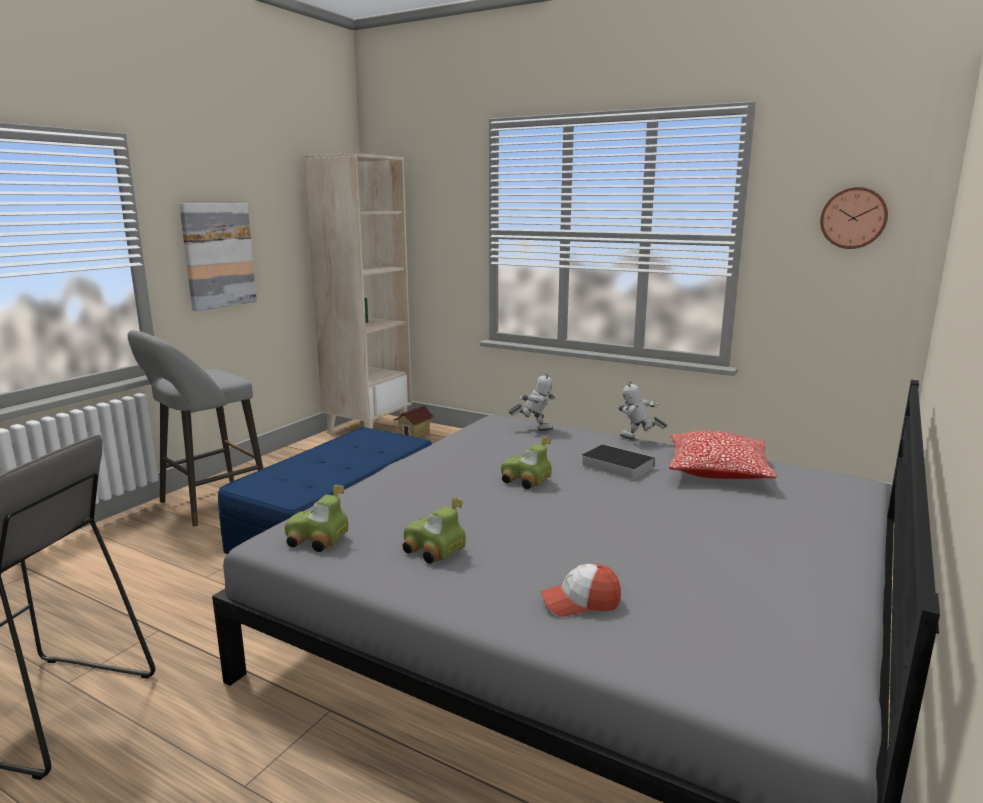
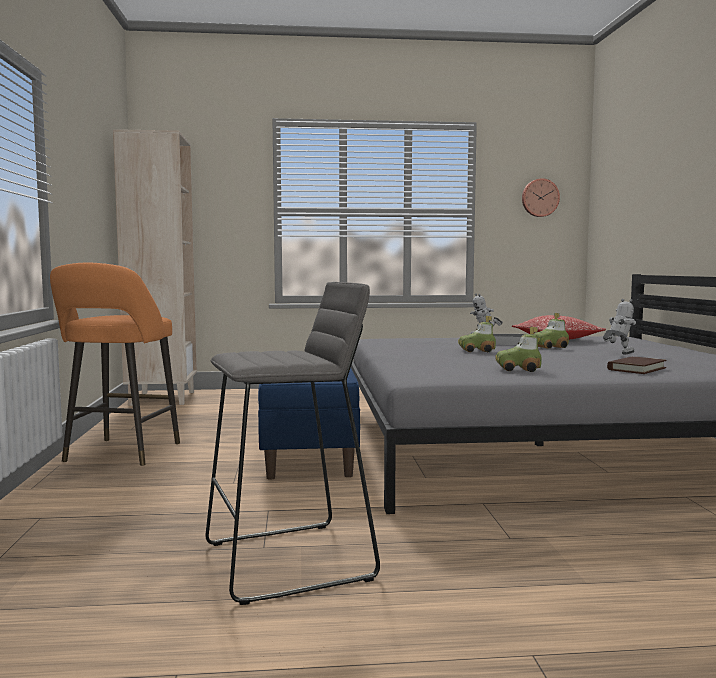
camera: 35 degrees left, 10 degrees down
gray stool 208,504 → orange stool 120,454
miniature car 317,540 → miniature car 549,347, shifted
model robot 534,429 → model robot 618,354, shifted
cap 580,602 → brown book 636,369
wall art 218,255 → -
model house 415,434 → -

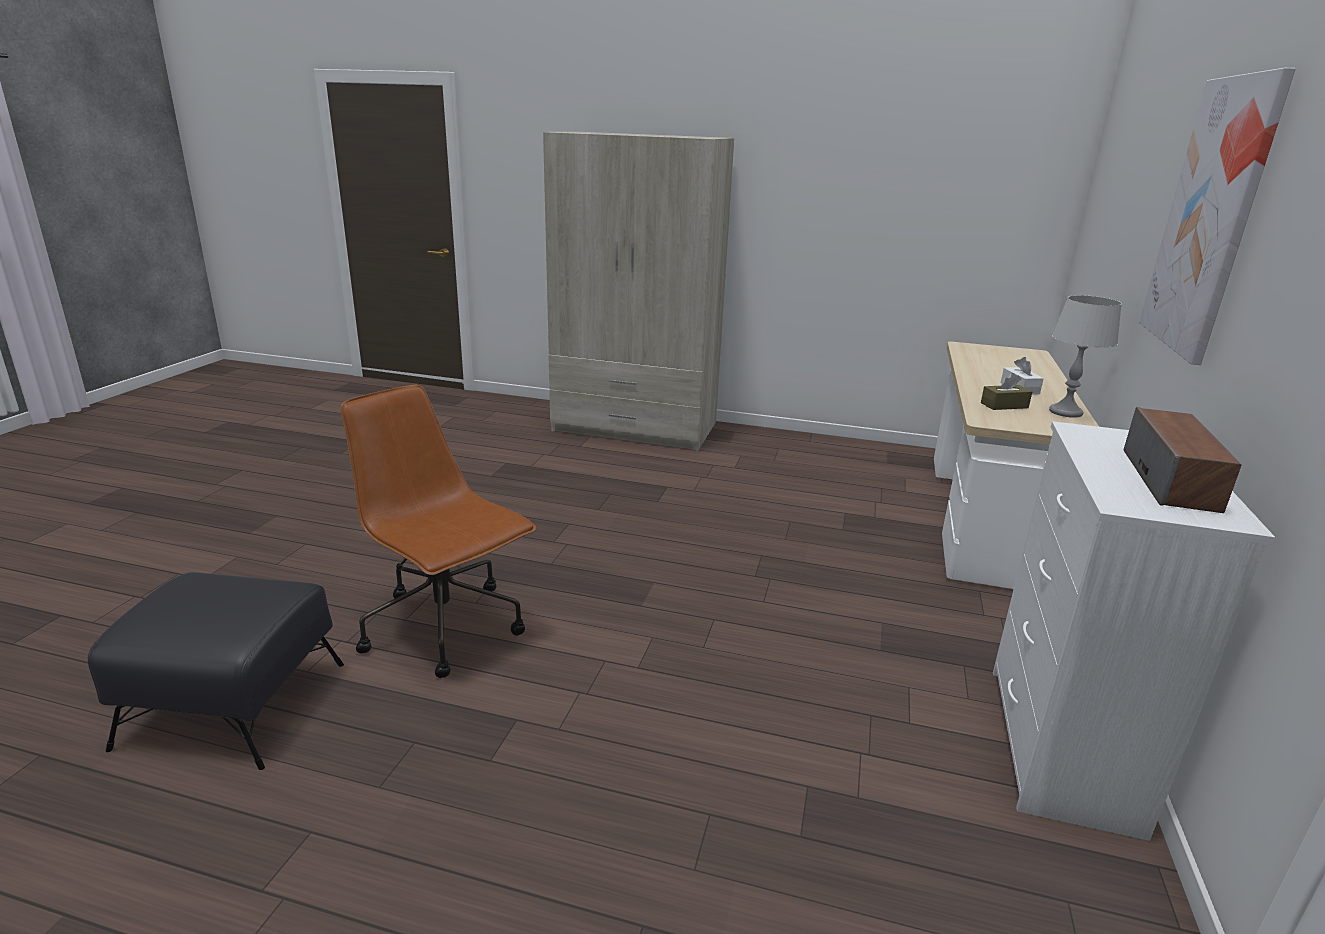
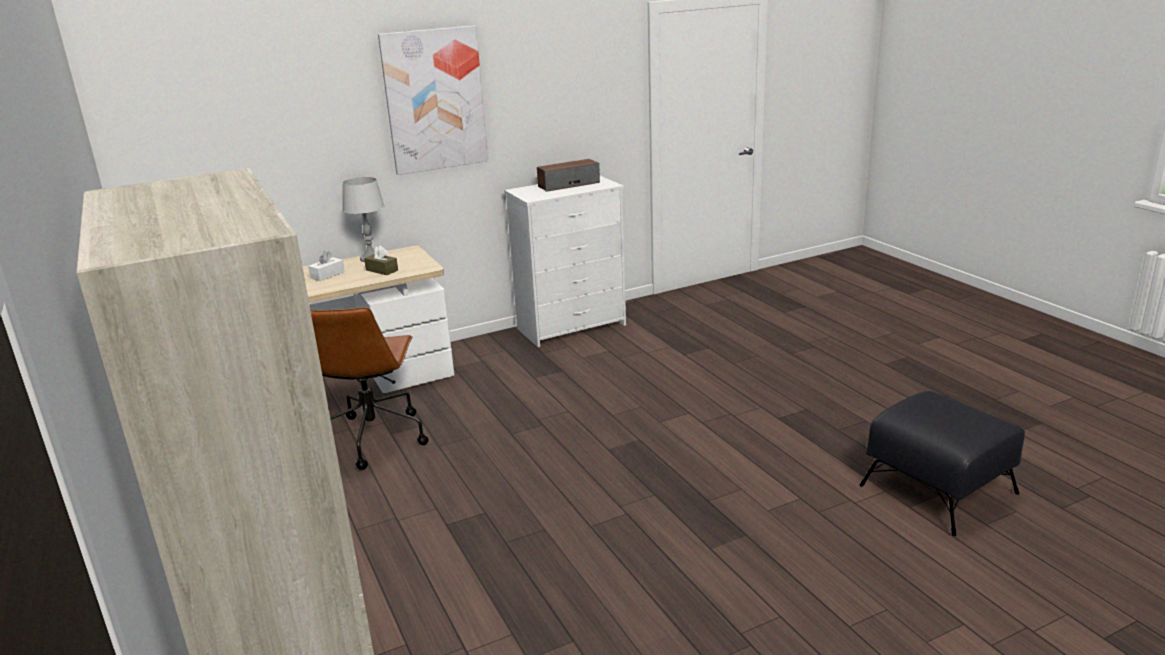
camera: 130 degrees left, 0 degrees up
brown office chair 446,628 → brown office chair 373,437, shifted

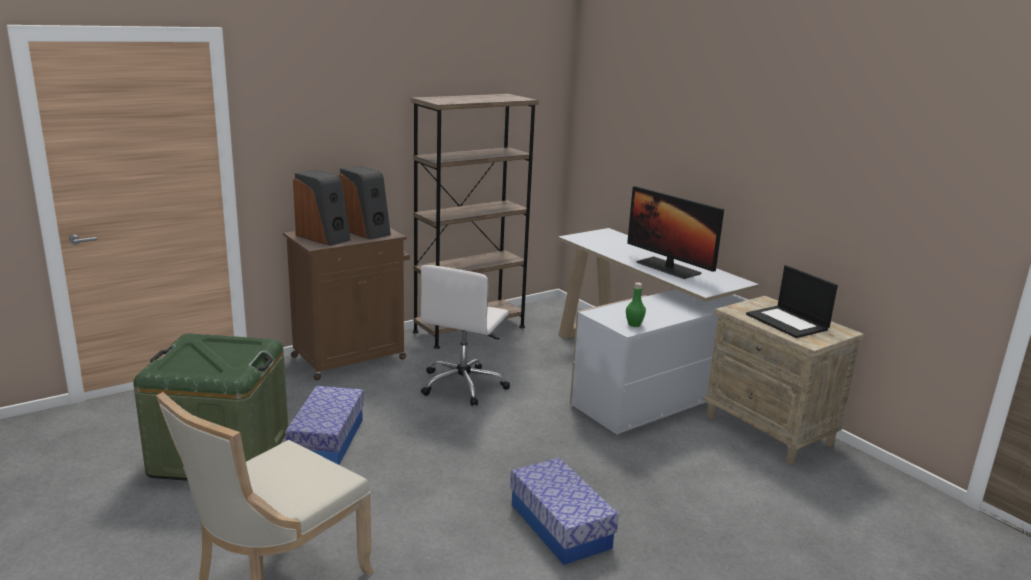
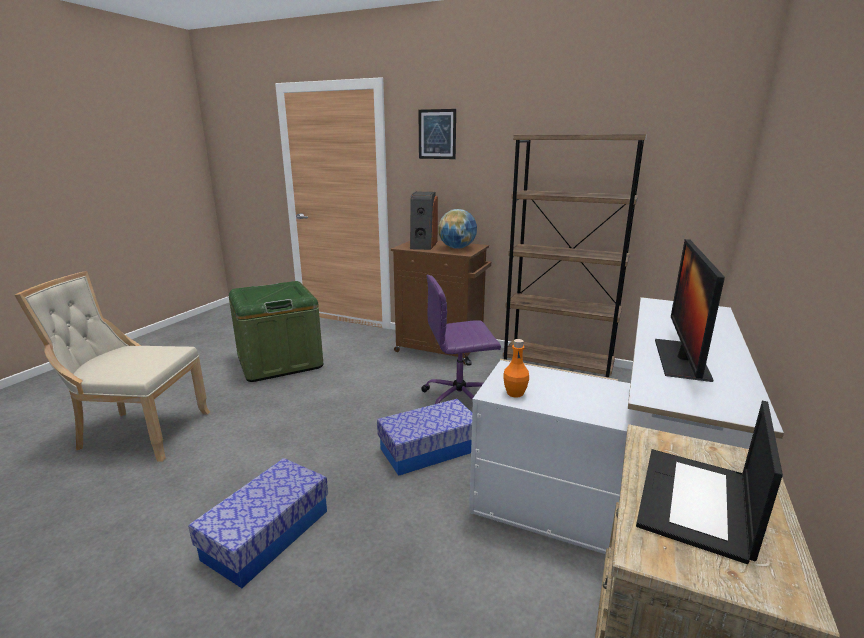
camera: 60 degrees right, 0 degrees up
storage box 327,440 → storage box 429,449, shifted
- → wall art 437,134
whitish office chair 463,385 → purple office chair 460,400
audio speaker 365,231 → globe 457,248
green drink bottle 634,324 → orange drink bottle 515,393

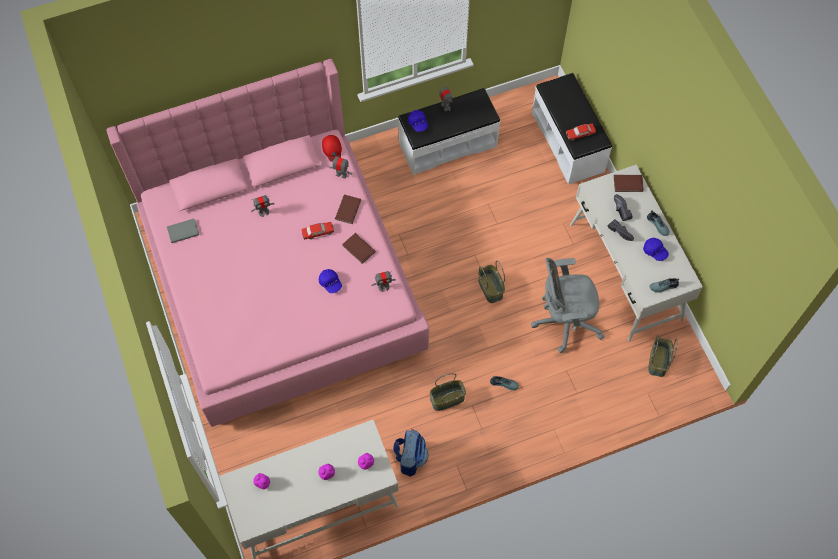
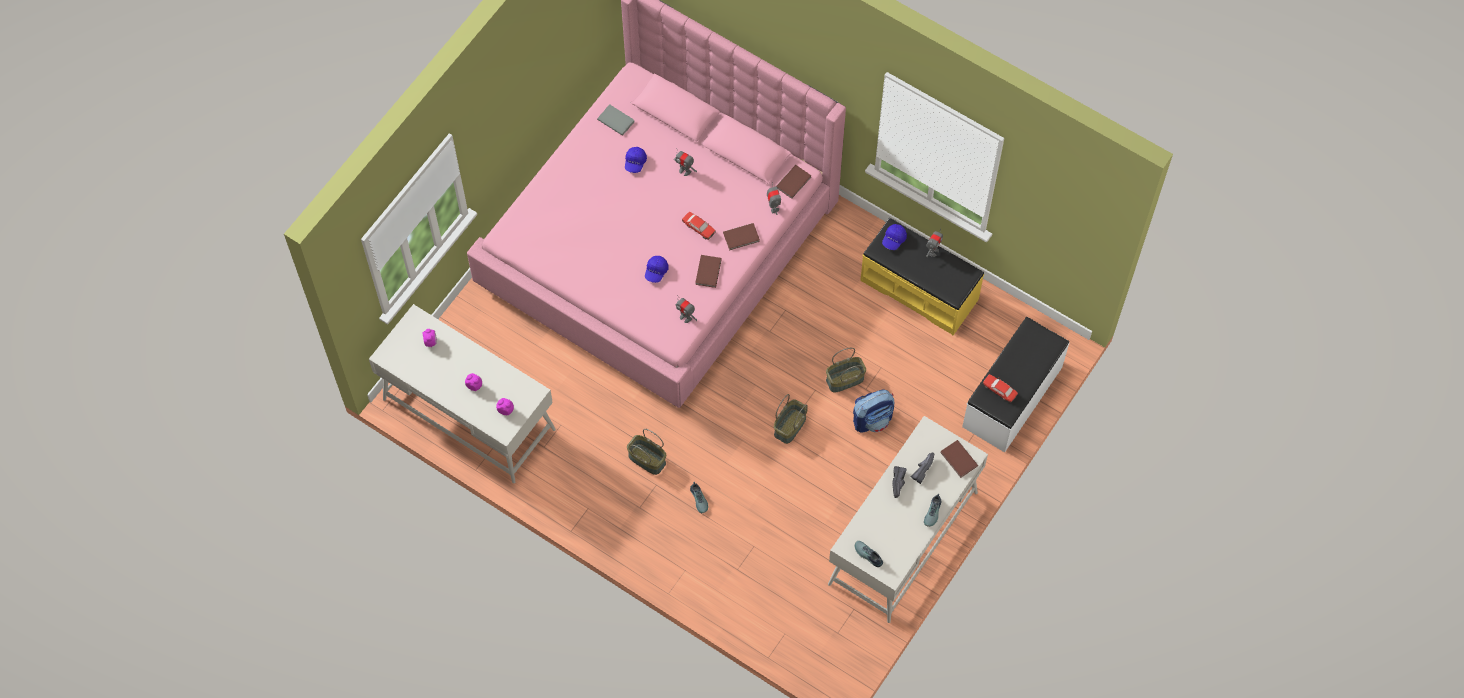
camera: 55 degrees right, 0 degrees up
blue cap 655,251 → blue cap 635,162, shifted
reddish cap 332,149 → brown book 794,182
household basket 658,361 → household basket 845,380, shifted
knapsack 410,457 → knapsack 872,419, shifted
whitish indoor bench 447,144 → yellow-coloured indoor bench 919,289
gray office chair 563,322 → -

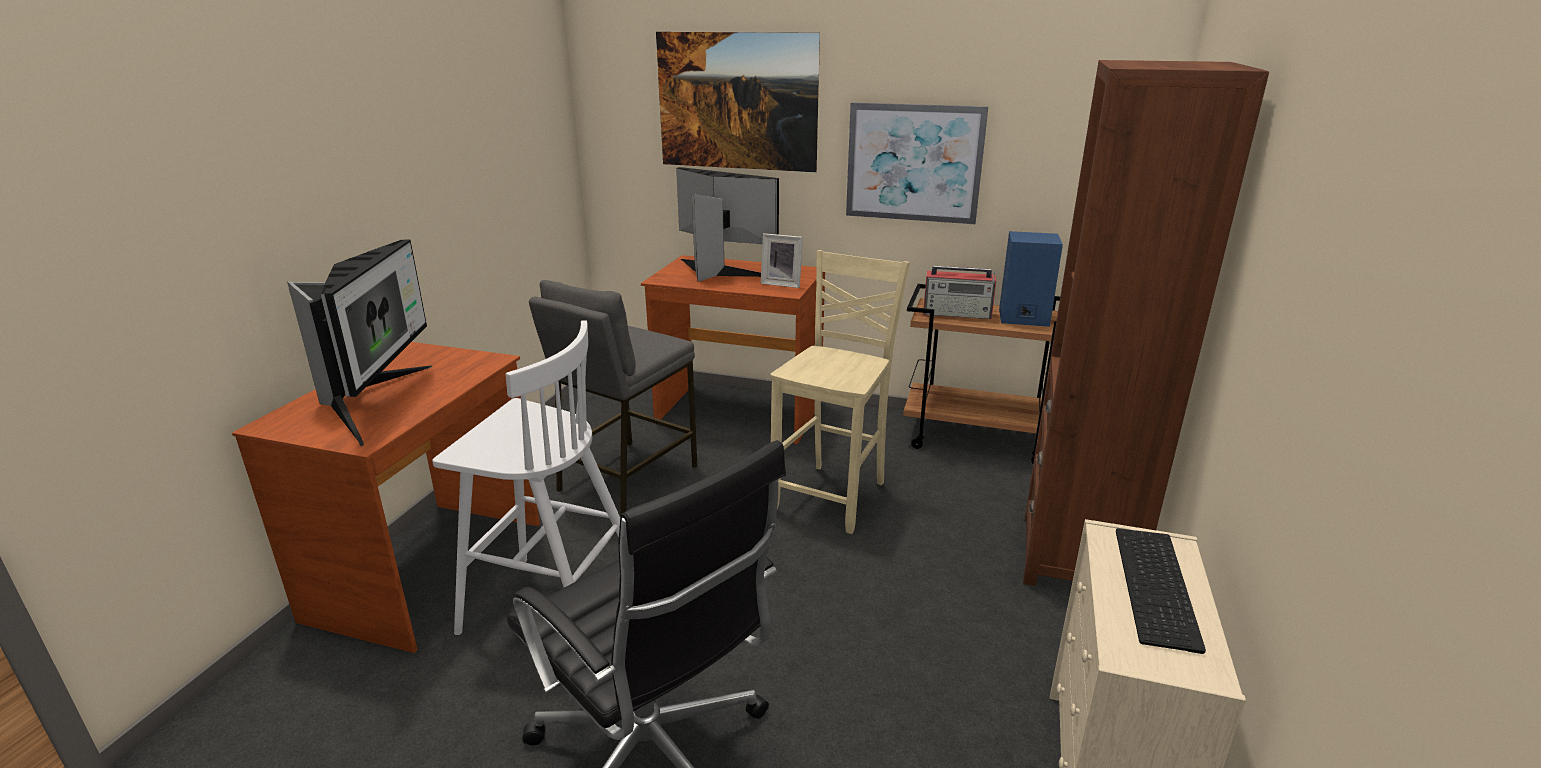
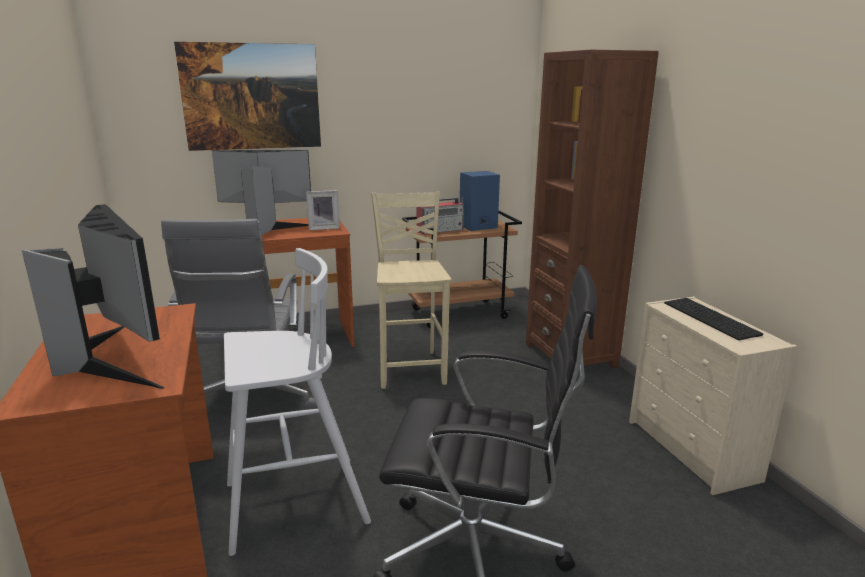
camera: 35 degrees left, 5 degrees down
gray stool 626,478 → gray office chair 251,403
wall art 914,163 → -

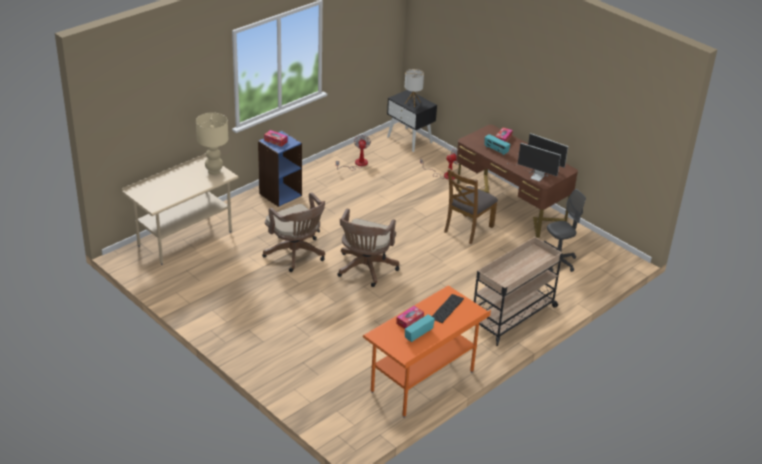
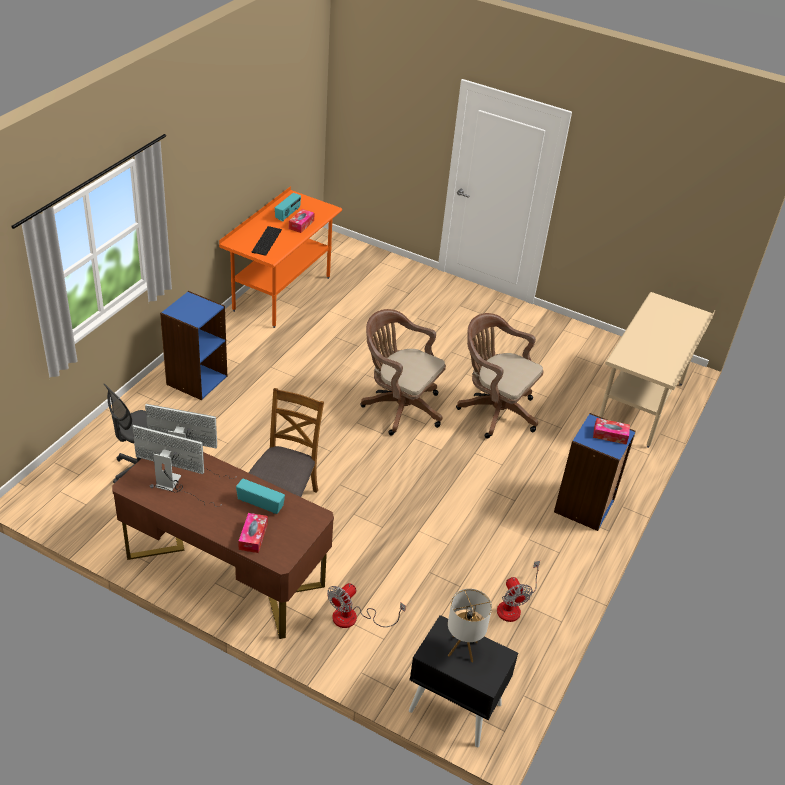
camera: 160 degrees right, 5 degrees up
beige wheeled cart 513,316 → blue shelving unit 196,380
brown office chair 365,269 → brown office chair 399,407, 60 degrees counterclockwise
beige tabletop lamp 214,171 → -

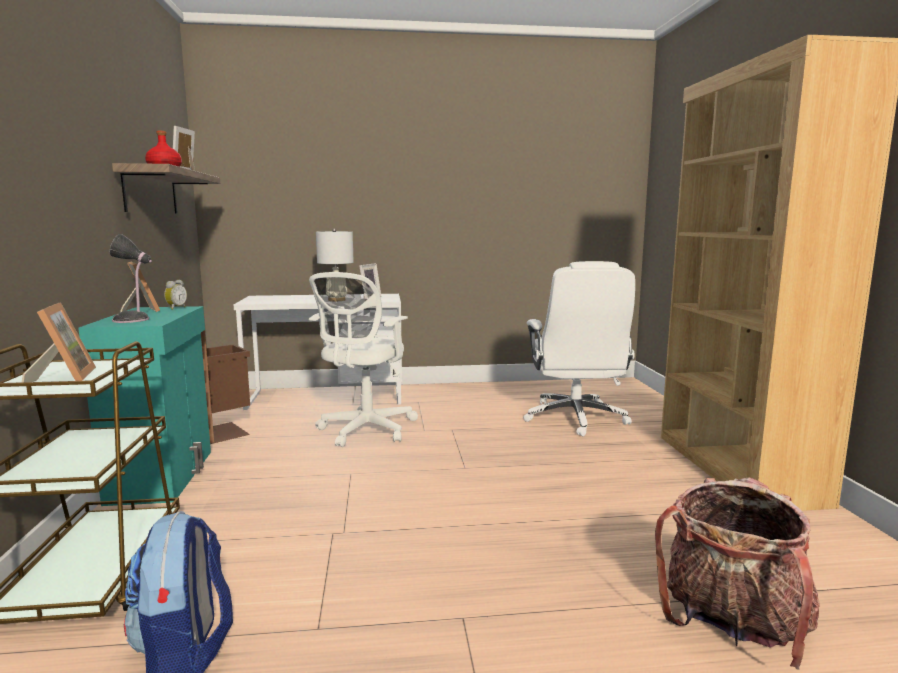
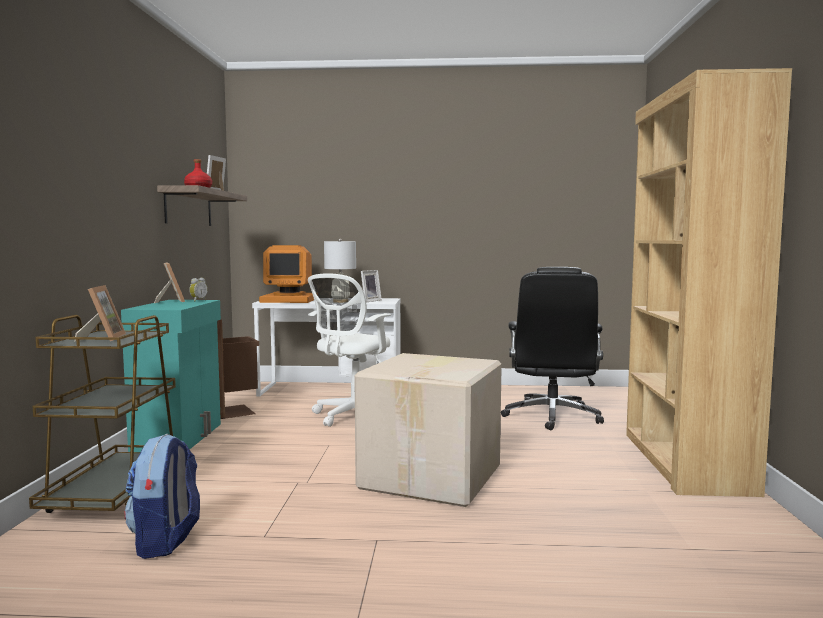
camera: 10 degrees right, 5 degrees down
- → computer display 290,300
- → cardboard box 433,477
whitish office chair 575,418 → black-coloured office chair 552,416
tabletop lamp 133,320 → -
knapsack 732,627 → -

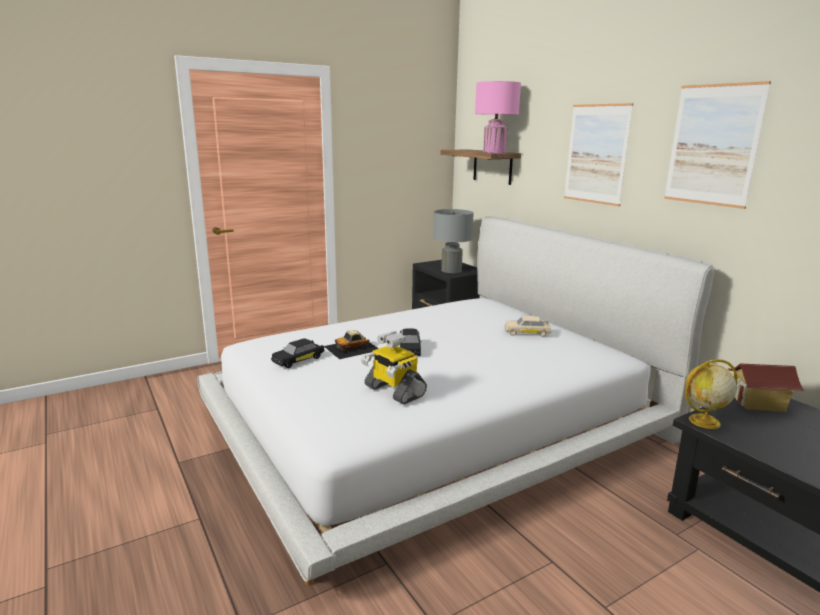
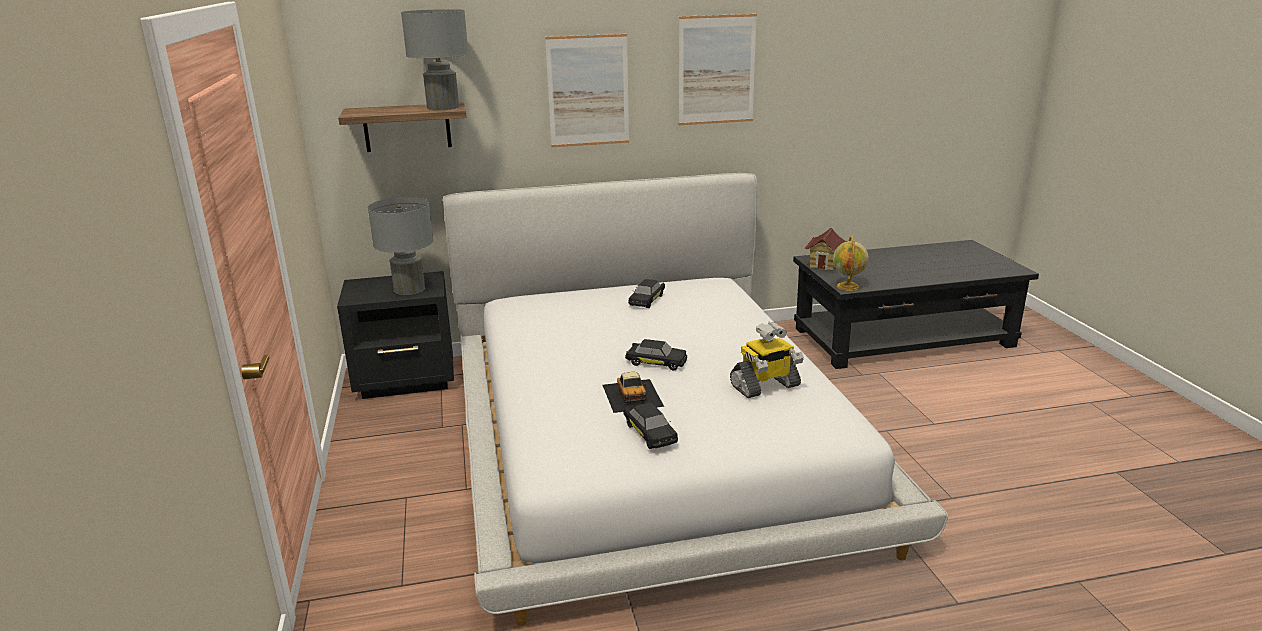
camera: 70 degrees left, 5 degrees up
pink-coloured tabletop lamp 494,152 → gray tabletop lamp 443,107
beige miniature car 527,333 → black-coloured miniature car 647,300

